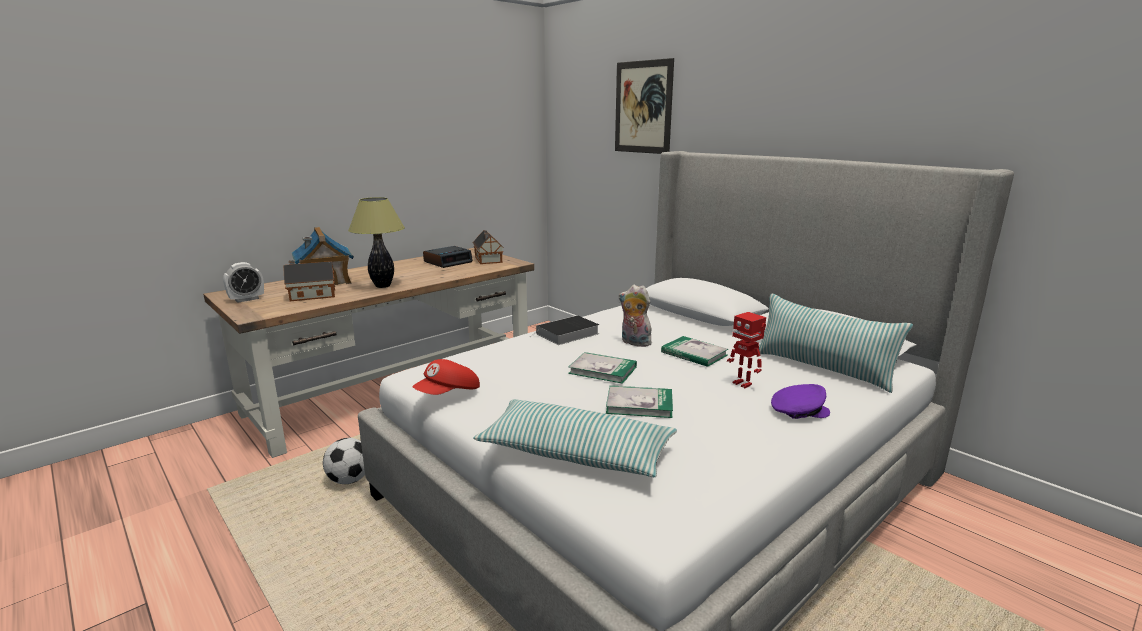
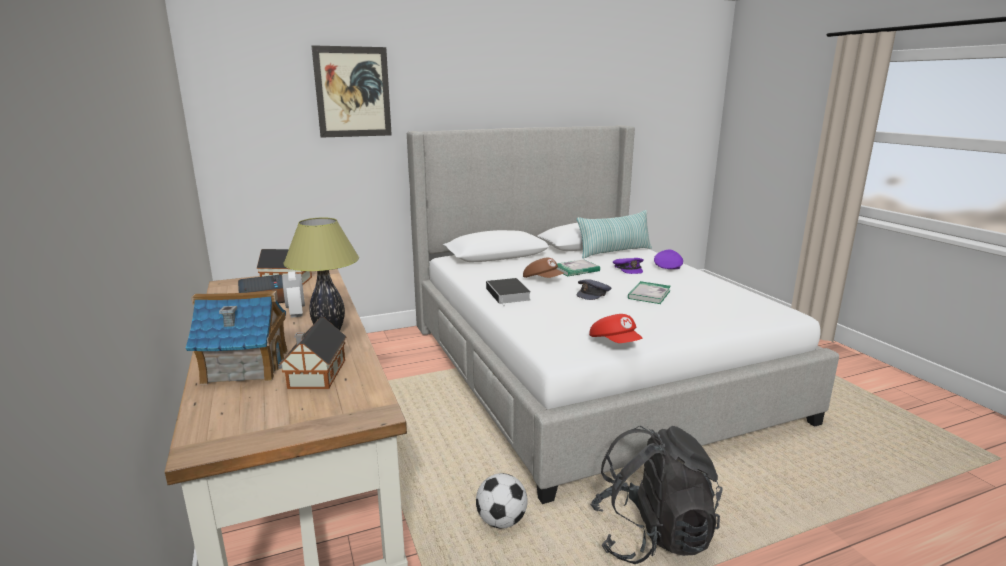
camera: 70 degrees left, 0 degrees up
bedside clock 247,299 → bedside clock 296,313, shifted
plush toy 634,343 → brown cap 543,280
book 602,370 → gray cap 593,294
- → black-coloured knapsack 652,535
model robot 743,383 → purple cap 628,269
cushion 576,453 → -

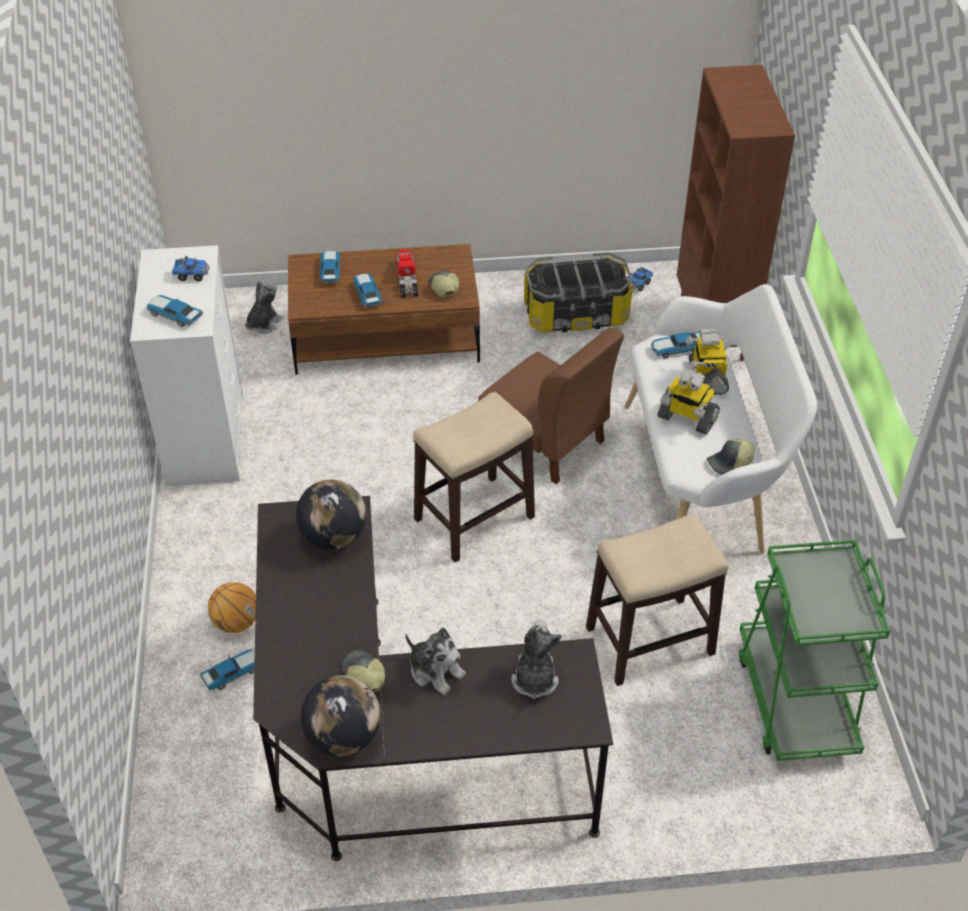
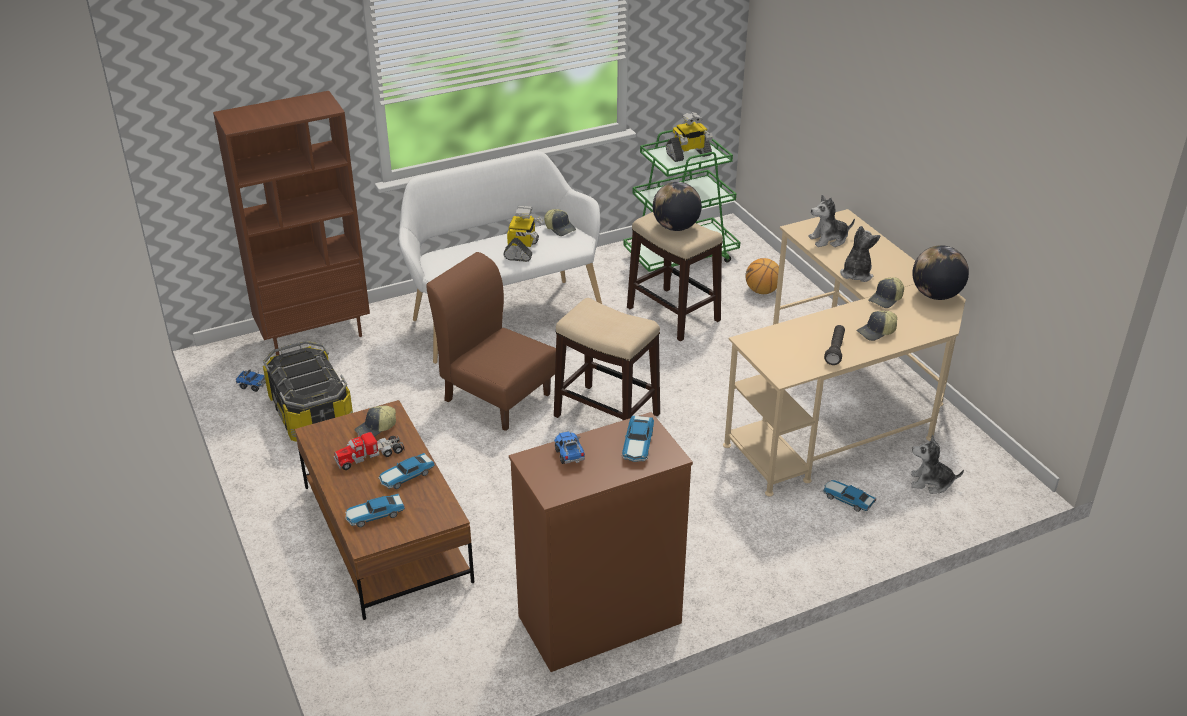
camera: 110 degrees left, 10 degrees down
brown chair 546,442 → brown chair 497,396, 75 degrees counterclockwise
whitish chest of drawers 205,436 → brown chest of drawers 598,620
globe 334,537 → globe 675,227, shifted
model robot 706,377 → model robot 688,155, shifted
black-coloured desk 395,745 → beige desk 840,401
basketball 236,622 → basketball 762,291, shifted
- → black-coloured torch 835,350
- → cap 876,332
plush toy 263,324 → plush toy 931,483, shifted
miniature car 676,349 → -

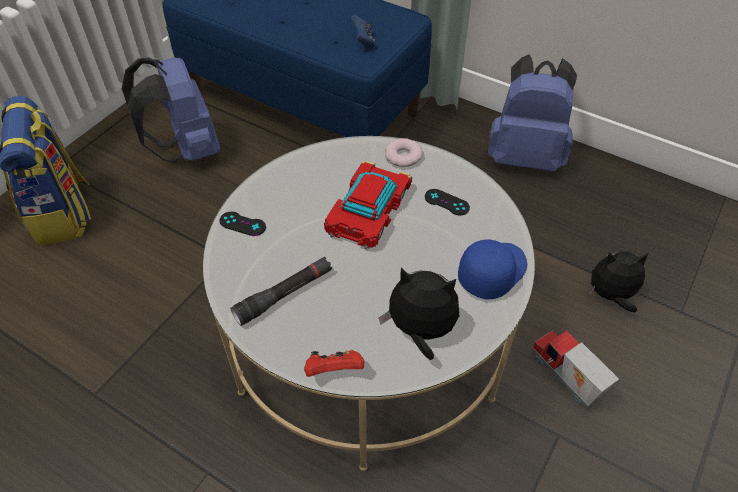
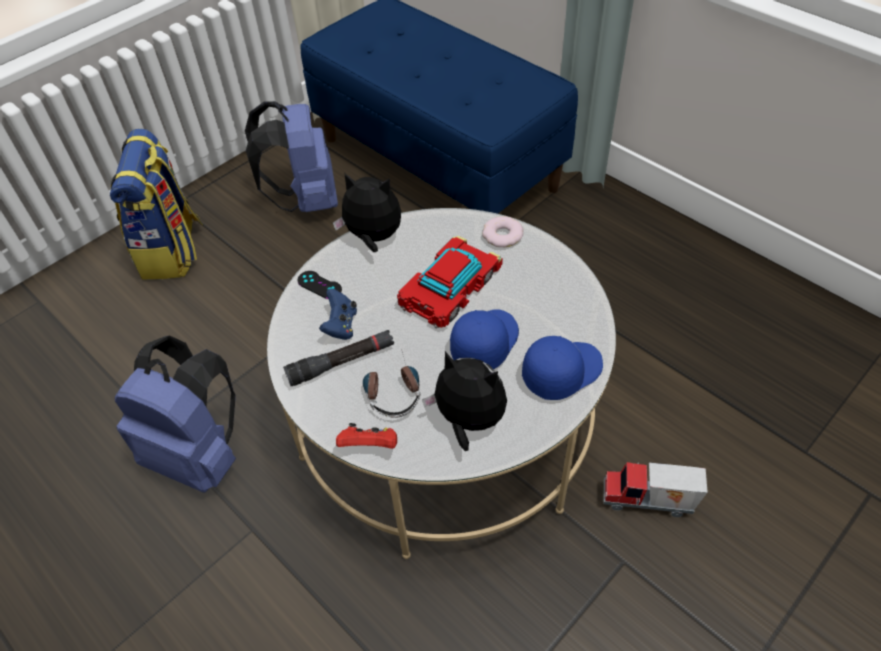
camera: 15 degrees right, 0 degrees up
blue knapsack 525,156 → blue knapsack 200,454, shifted
blue game controller 364,41 → blue game controller 341,325, shifted
plush toy 610,295 → plush toy 373,238, shifted
- → pair of headphones 392,389
- → blue cap 484,342
toy truck 565,378 → toy truck 648,502, 60 degrees counterclockwise
black-coloured game controller 446,202 → -

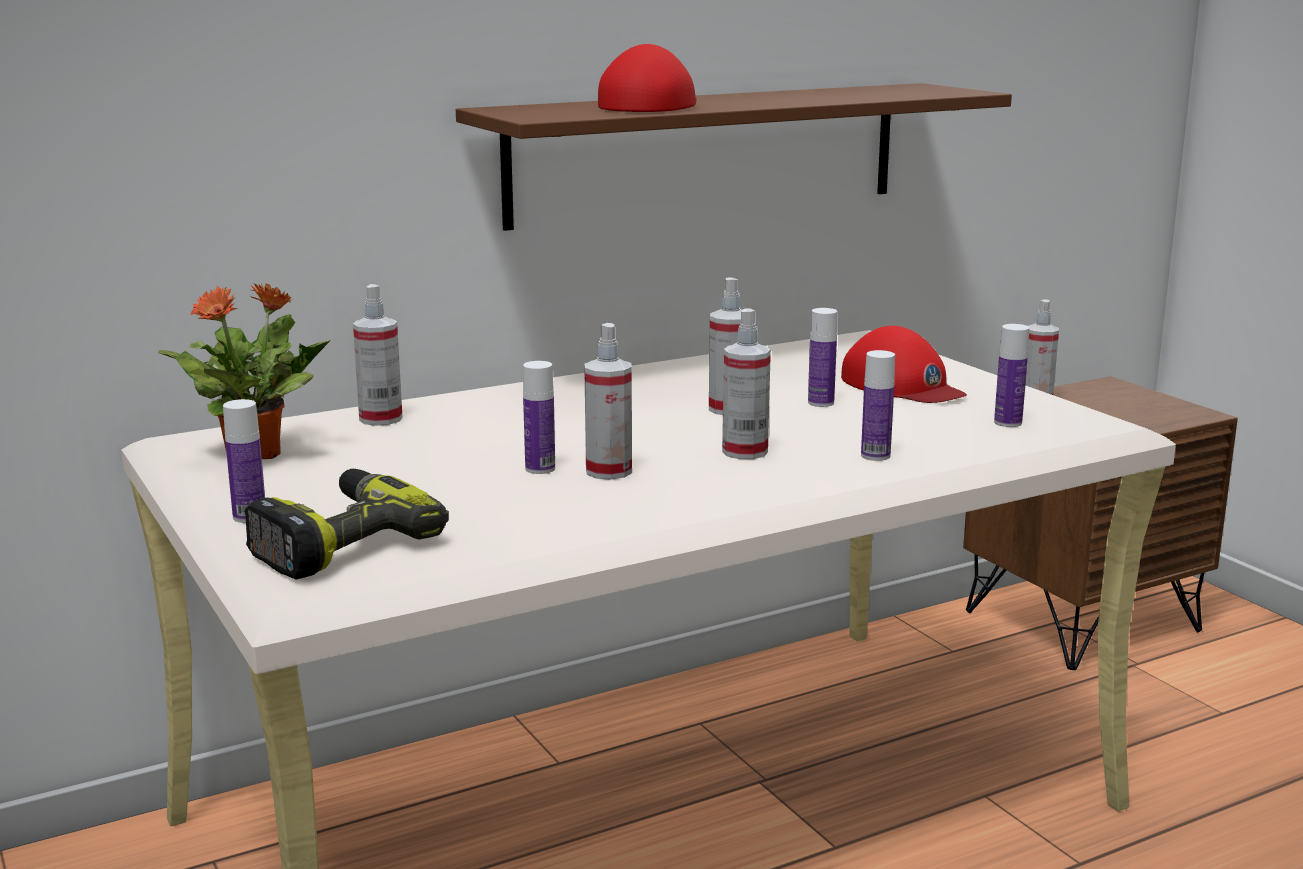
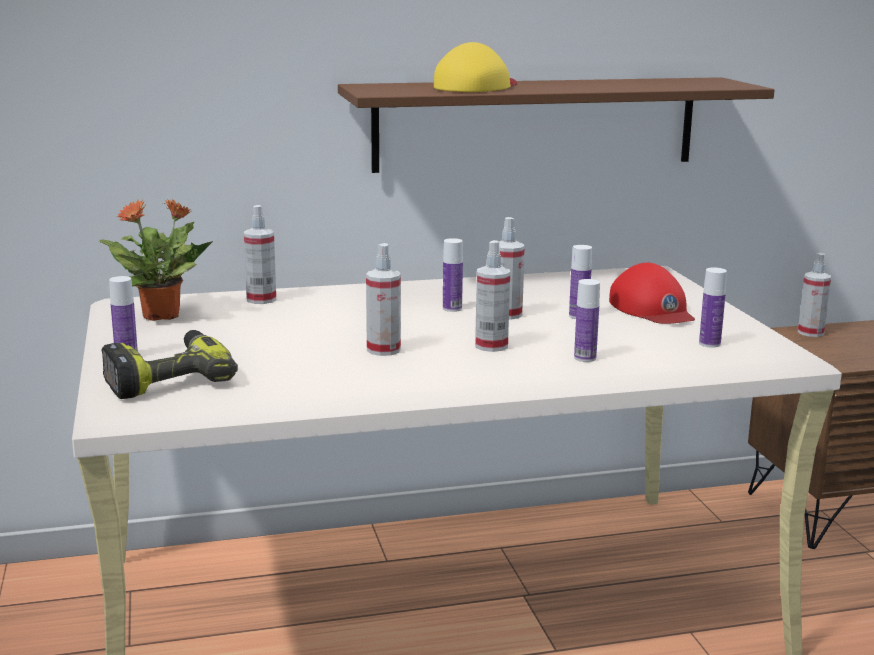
camera: 15 degrees right, 0 degrees up
reddish cap 651,105 → yellow-coloured cap 477,87
drink bottle 540,469 → drink bottle 452,308, shifted

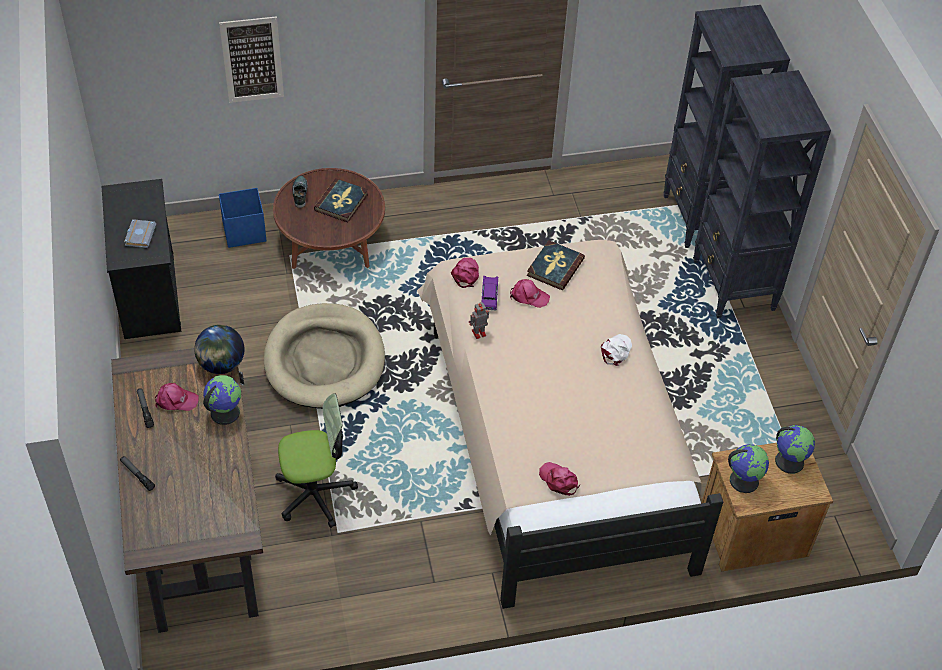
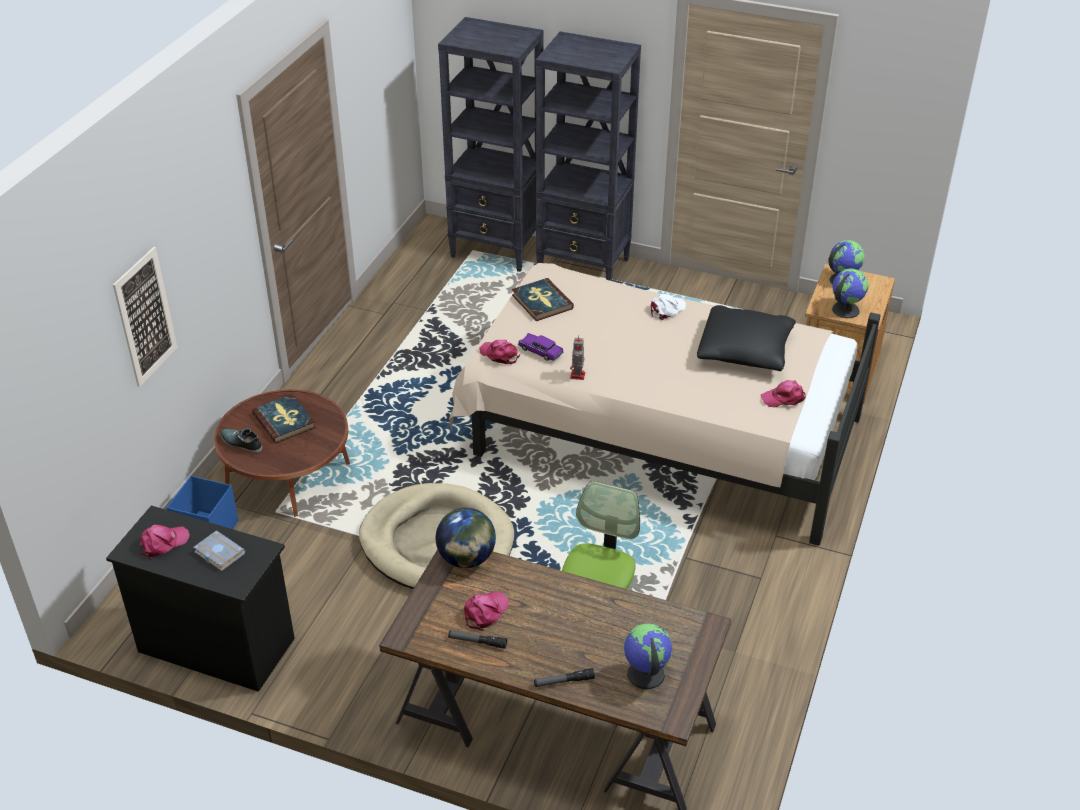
camera: 55 degrees left, 10 degrees down
pink-coloured cap 528,296 → pink-coloured cap 163,543, shifted
globe 224,412 → globe 645,674, shifted
whitish cap 616,351 → whitish cap 667,309, 75 degrees clockwise
- → black-coloured cushion 745,351

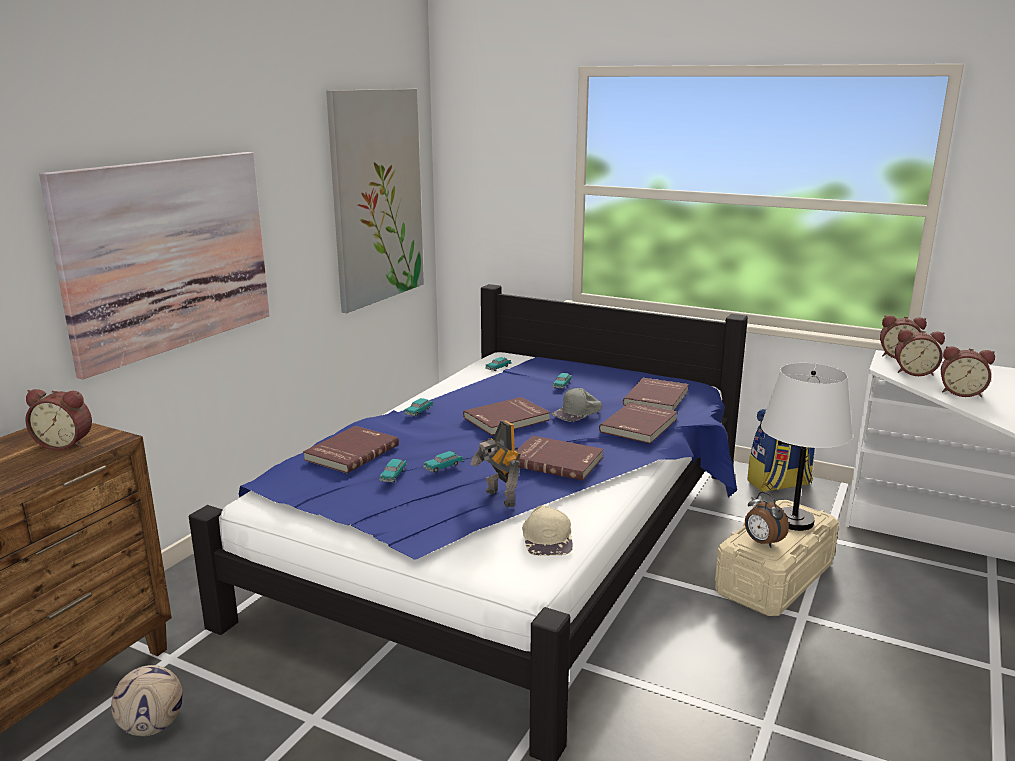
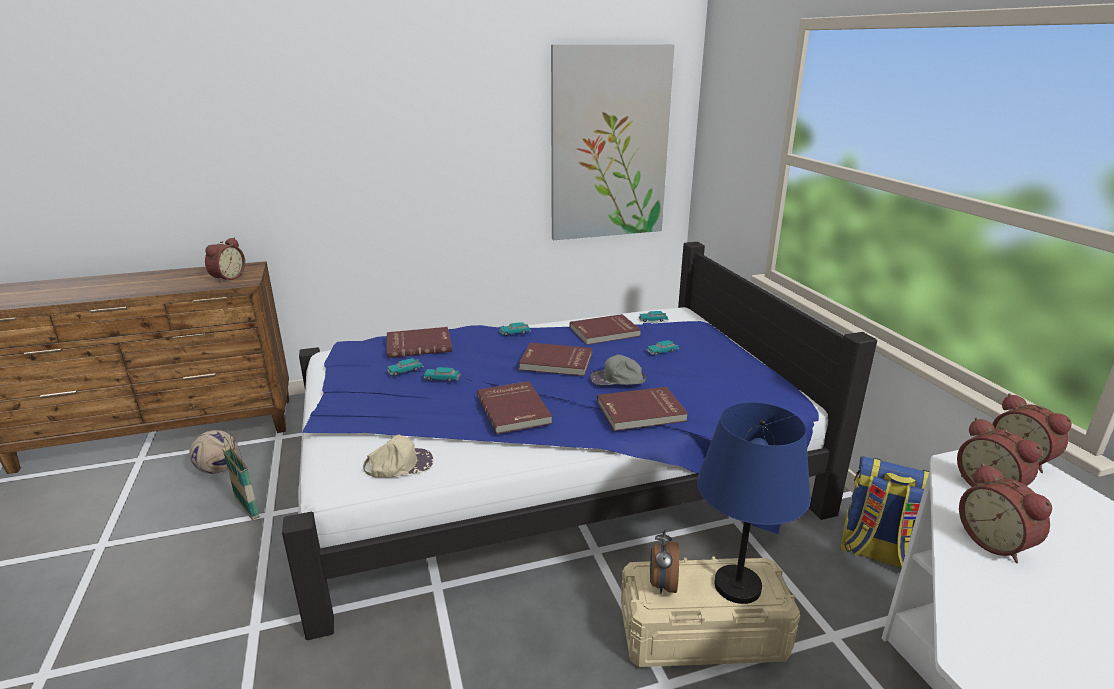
camera: 45 degrees right, 5 degrees up
bedside clock 66,444 → bedside clock 227,278, 120 degrees counterclockwise
- → household basket 246,507
beige cap 548,538 → beige cap 399,464, 150 degrees counterclockwise
reddish book 657,398 → reddish book 605,332, shifted
whitish tabletop lamp 794,521 → blue tabletop lamp 738,586
wall art 169,255 → -
model robot 498,499 → -

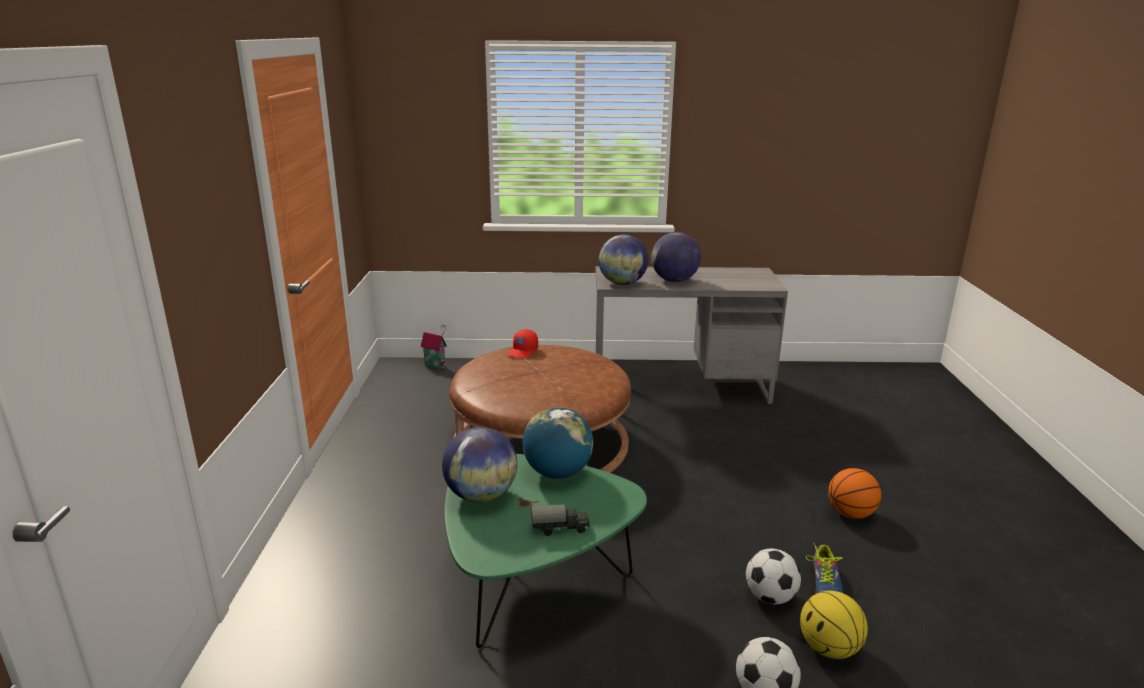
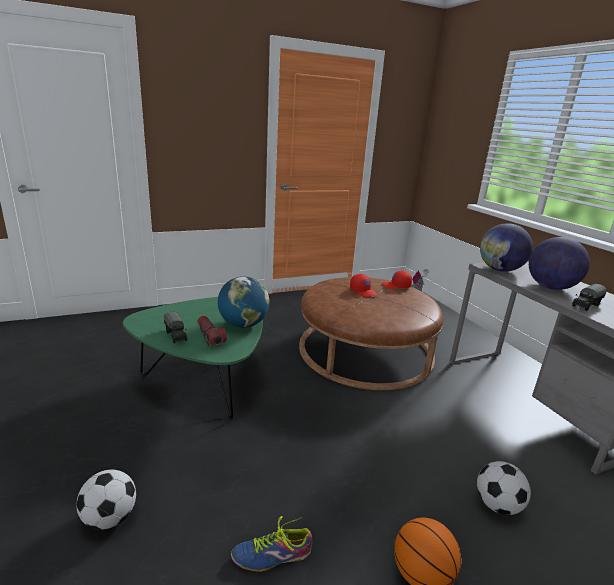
camera: 65 degrees right, 0 degrees up
- → torch 210,336
- → reddish cap 363,291
football ball 770,597 → football ball 497,505, shifted
- → toy truck 585,305
globe 481,495 → -
basketball 829,649 → -

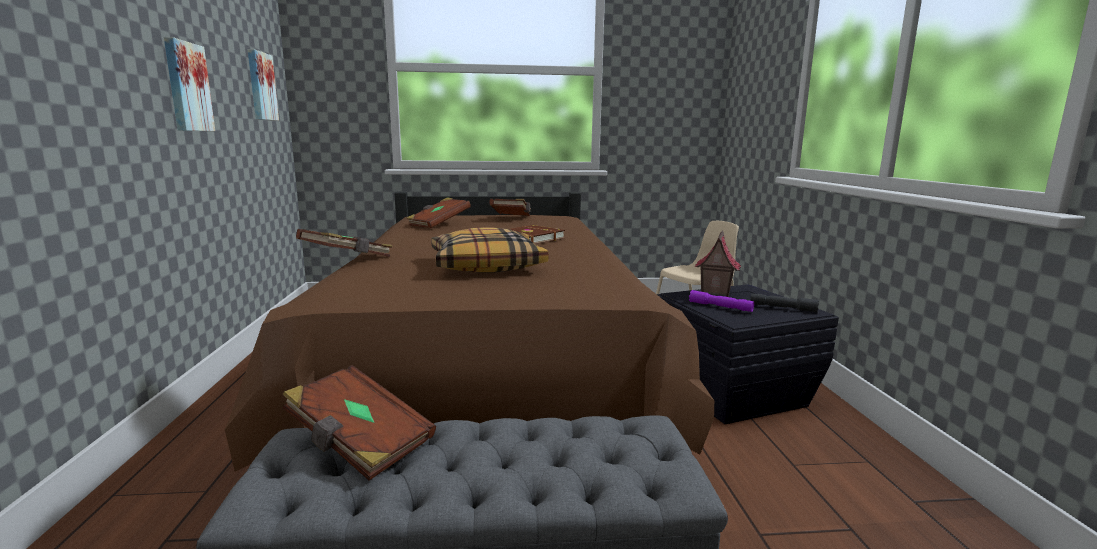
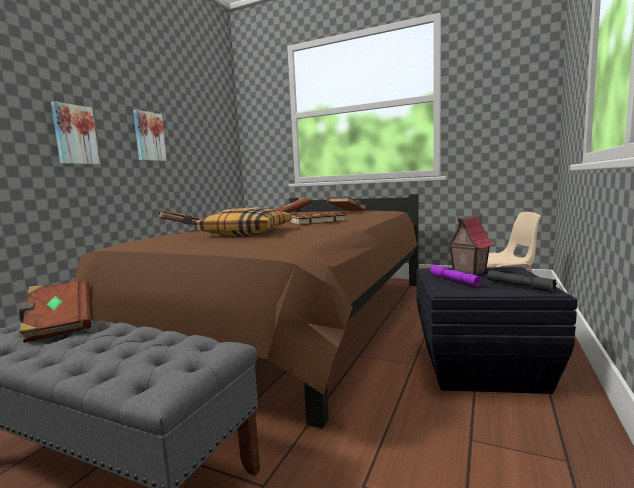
camera: 30 degrees right, 5 degrees down
wall art 260,86 → wall art 74,135, shifted

